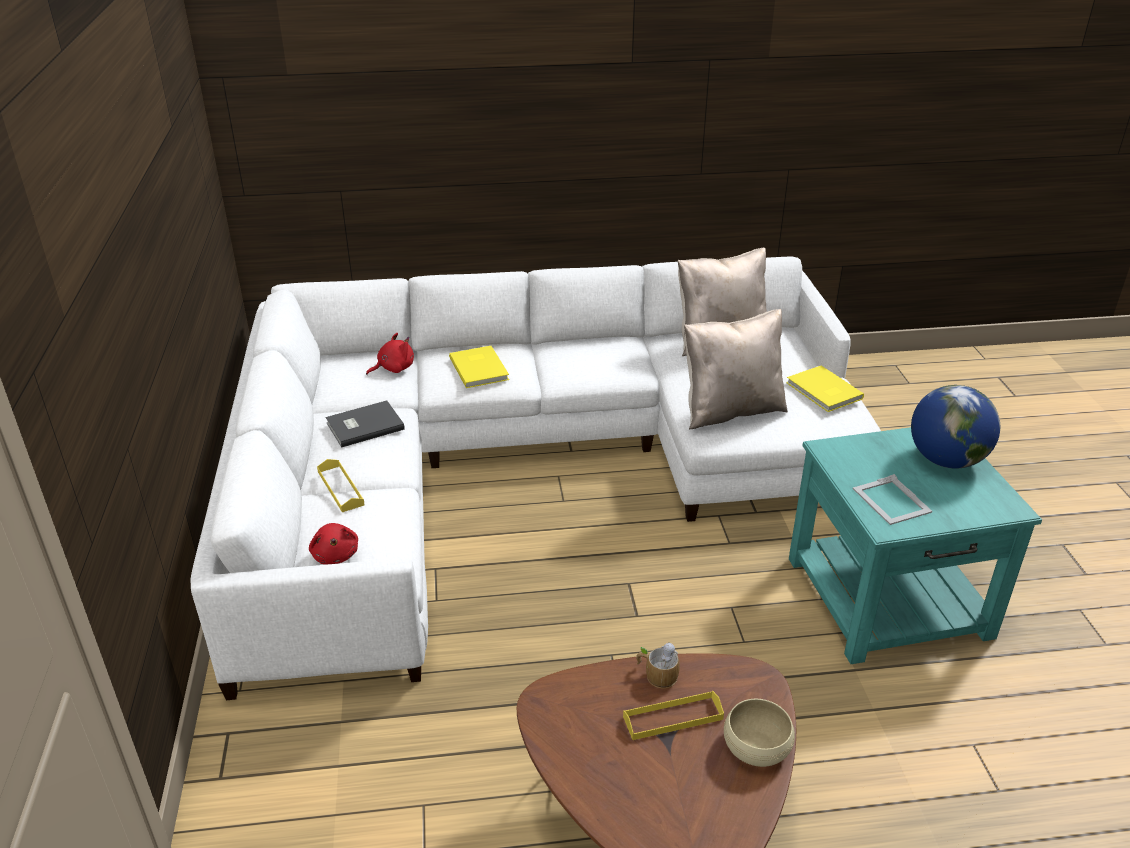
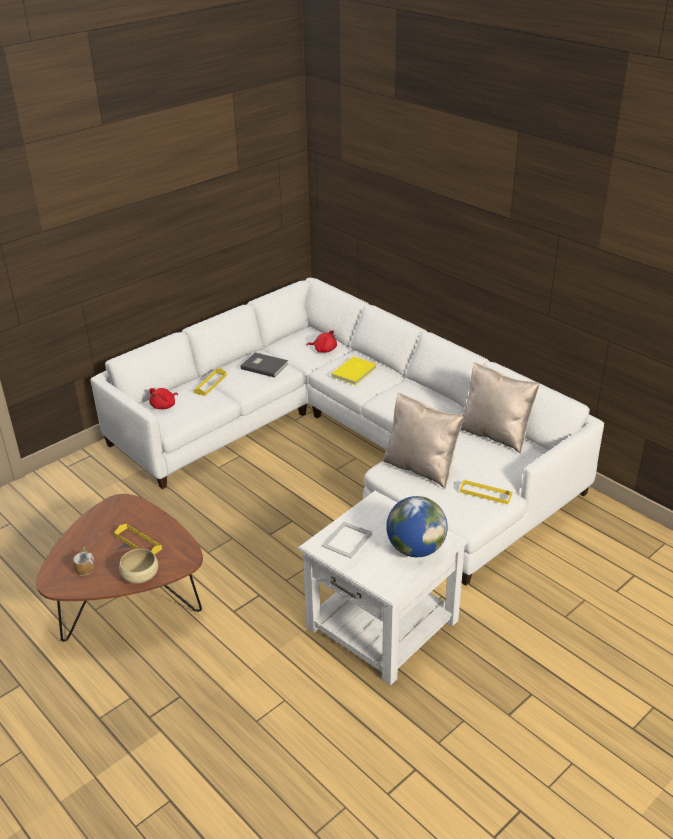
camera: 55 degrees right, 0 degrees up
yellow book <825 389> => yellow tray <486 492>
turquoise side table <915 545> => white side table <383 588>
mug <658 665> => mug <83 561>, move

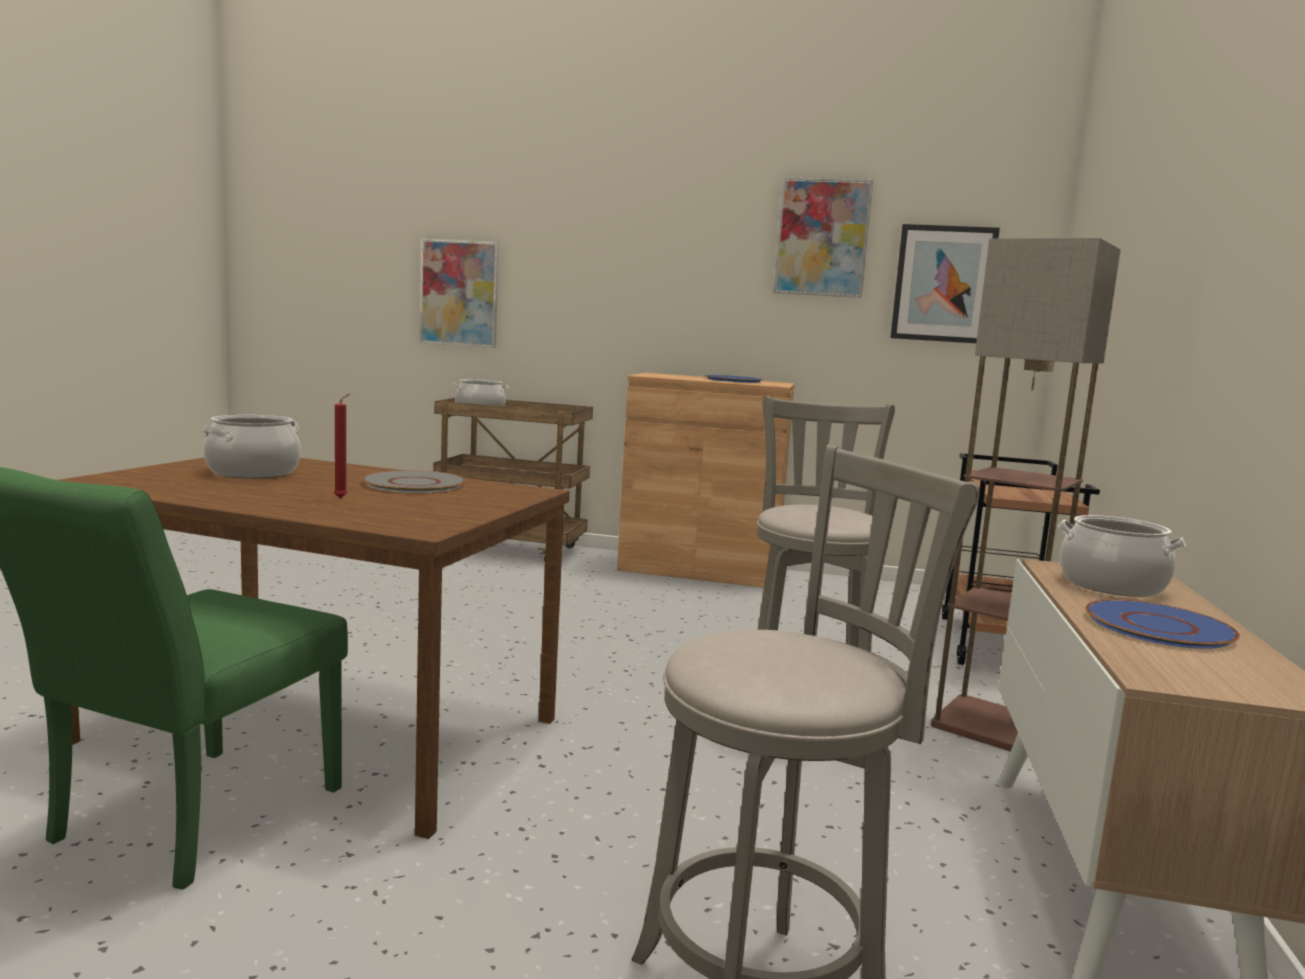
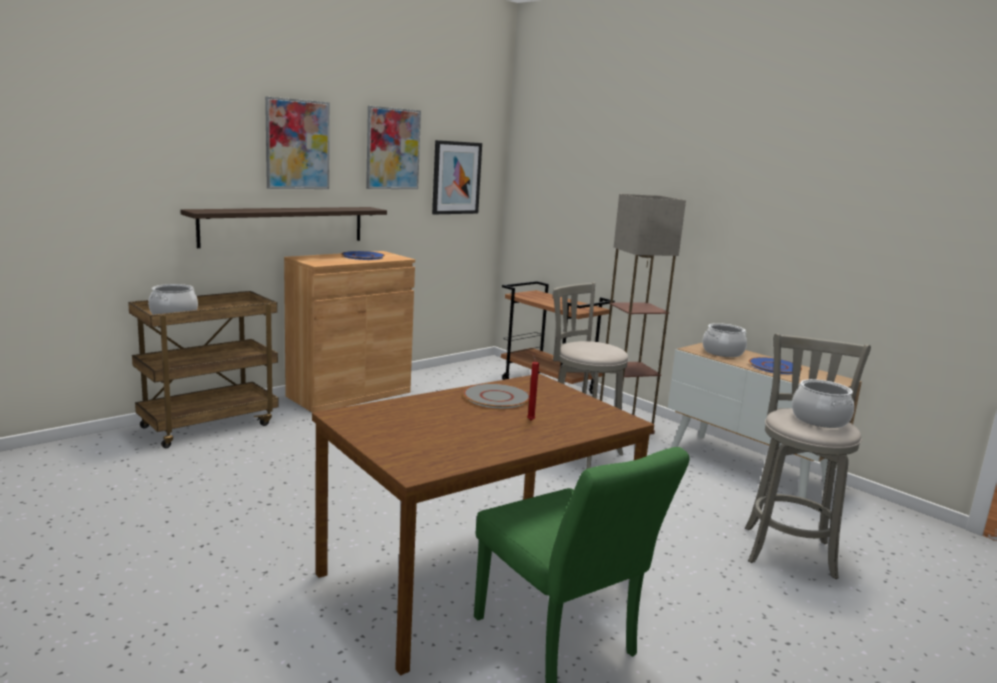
camera: 55 degrees left, 5 degrees up
picture <459 293> => picture <297 143>, move
cooking pot <252 446> => cooking pot <823 403>, move
nothing => shelf <283 227>

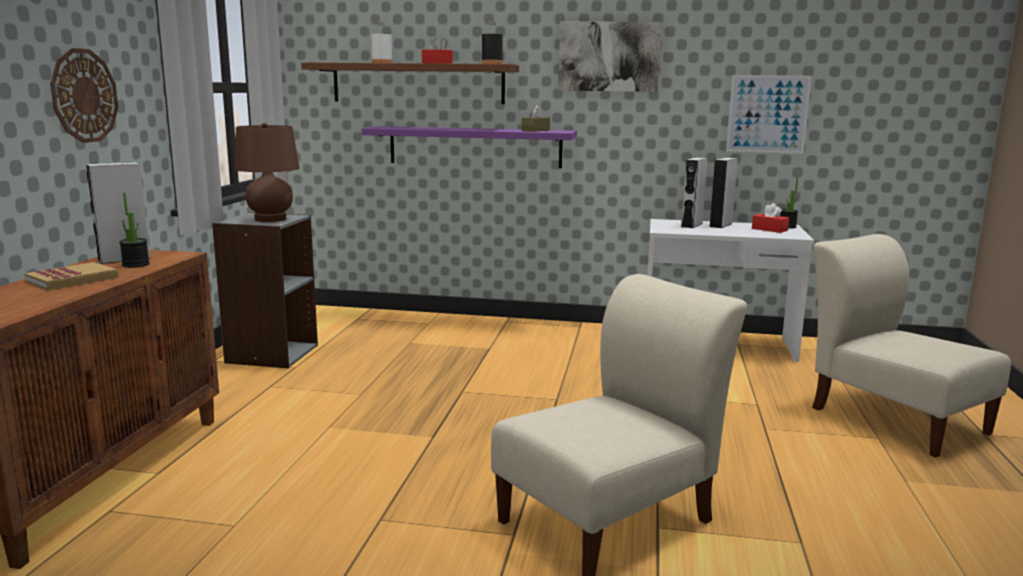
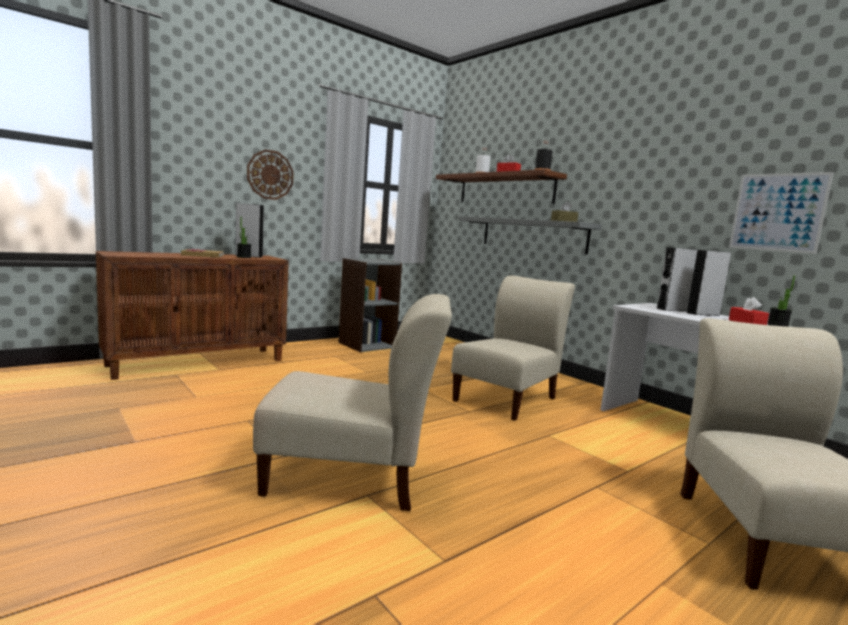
camera: 40 degrees right, 5 degrees down
picture <610 57> => nothing
brown table lamp <266 172> => nothing
purple shelf <469 147> => grey shelf <530 235>
nothing => beige chair <513 348>

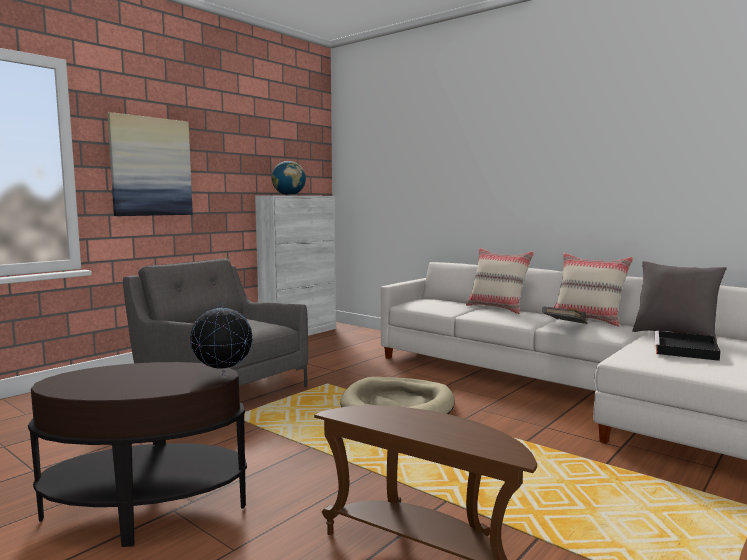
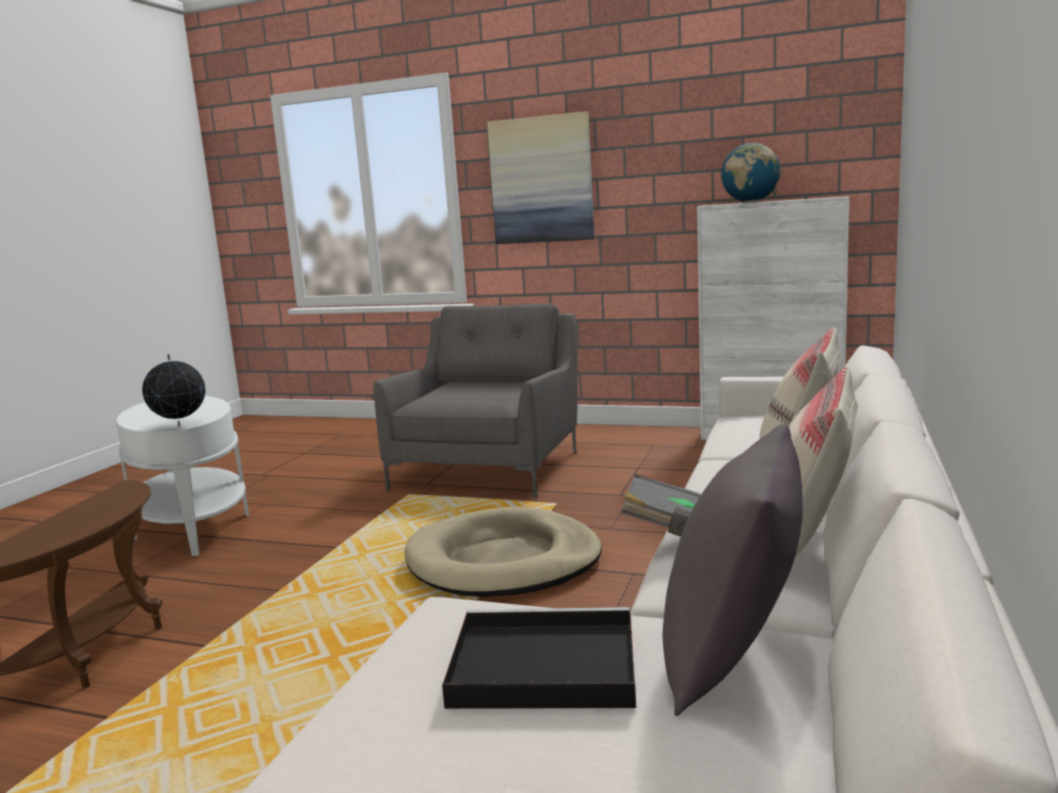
camera: 70 degrees right, 5 degrees up
brown side table <137 454> => white side table <182 476>

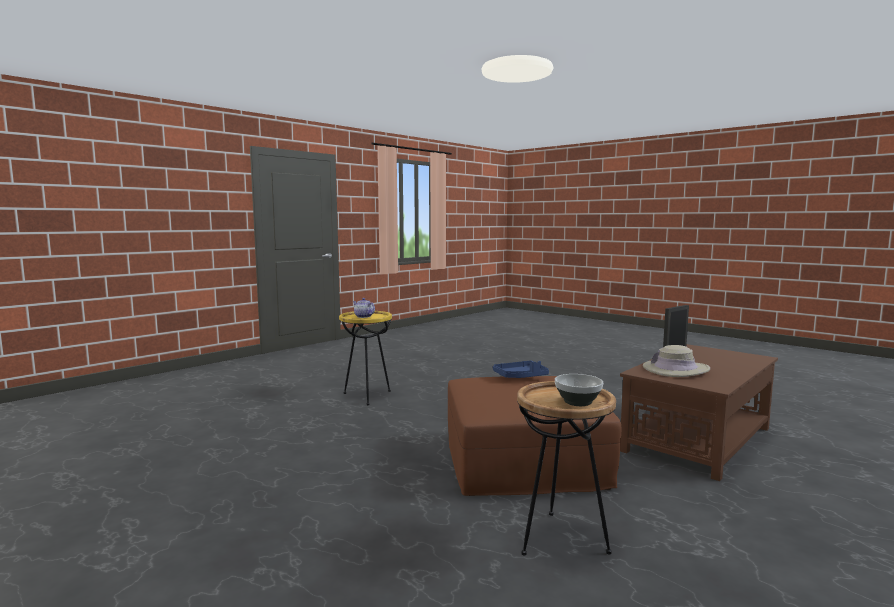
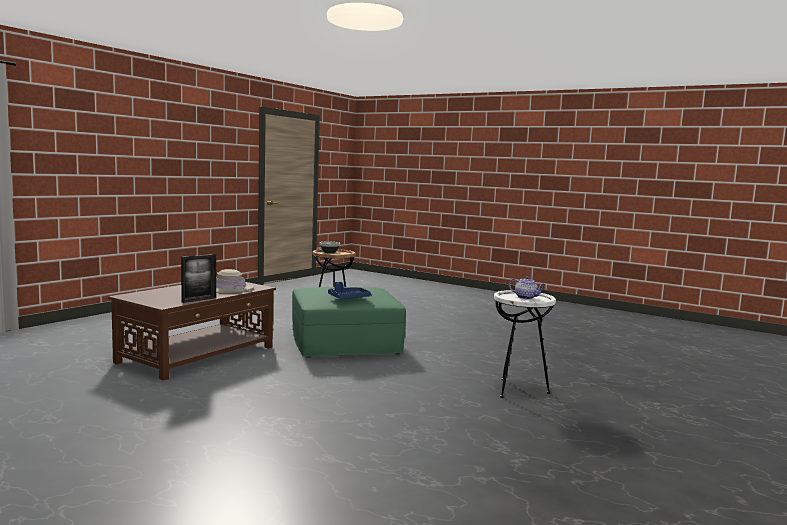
camera: 170 degrees right, 0 degrees up
yellow side table <365 358> => white side table <525 344>
brown ottoman <534 436> => green ottoman <349 322>

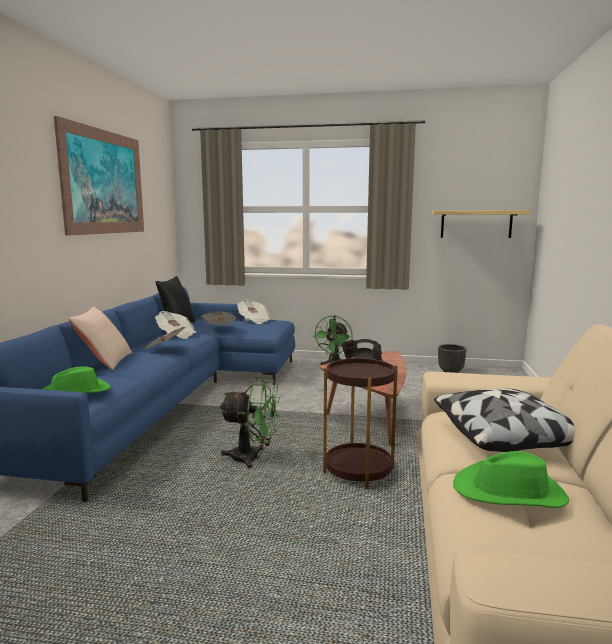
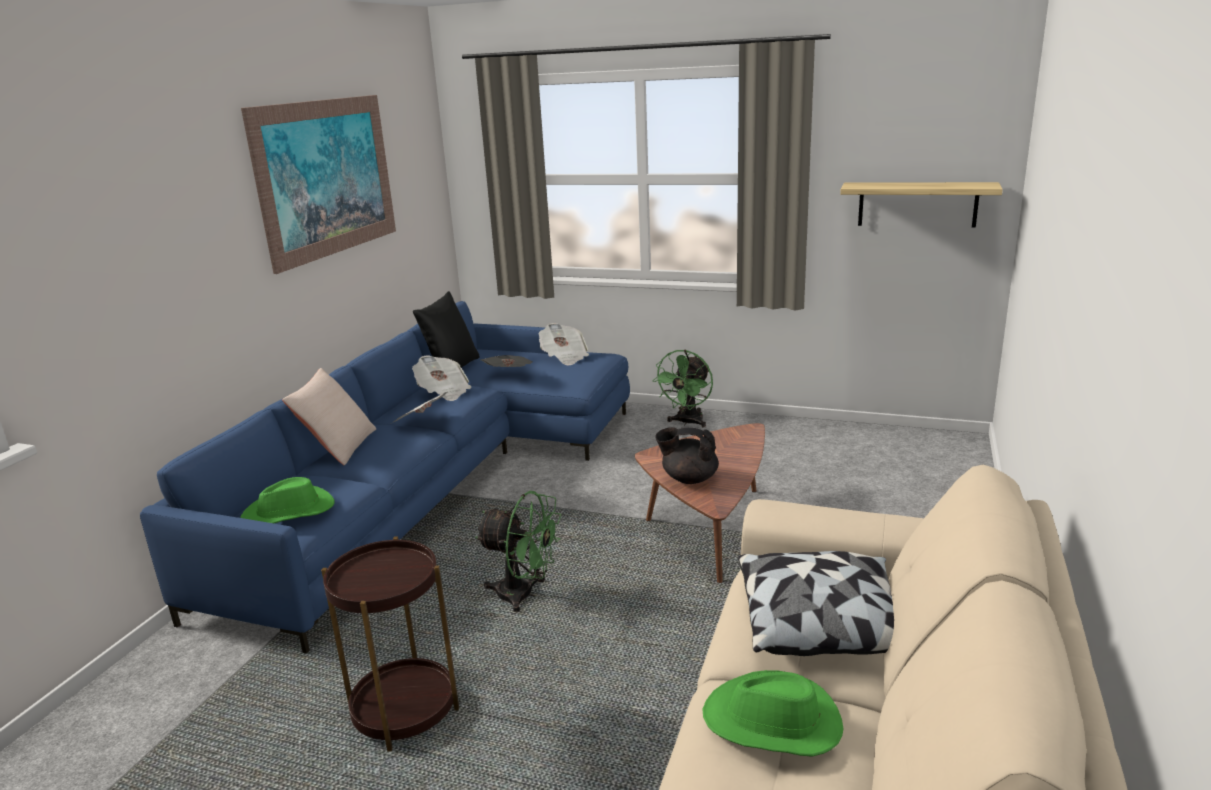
camera: 10 degrees right, 10 degrees up
black planter <452 358> => nothing
brown side table <360 423> => brown side table <390 644>, move

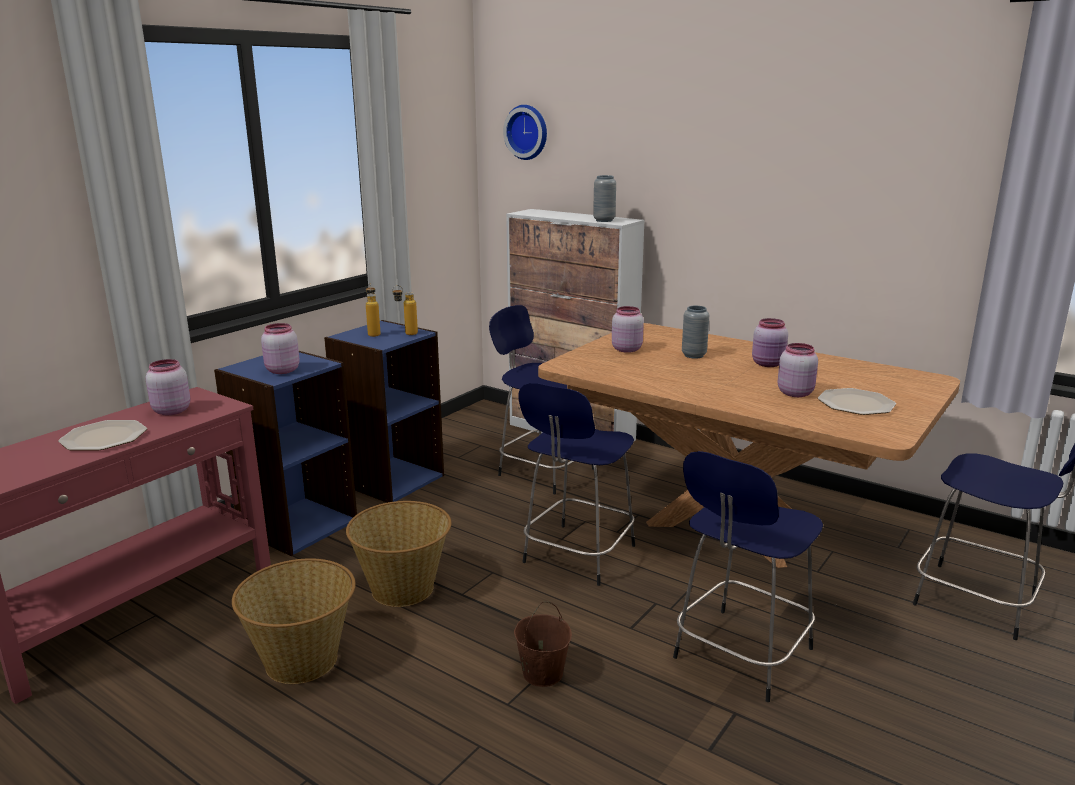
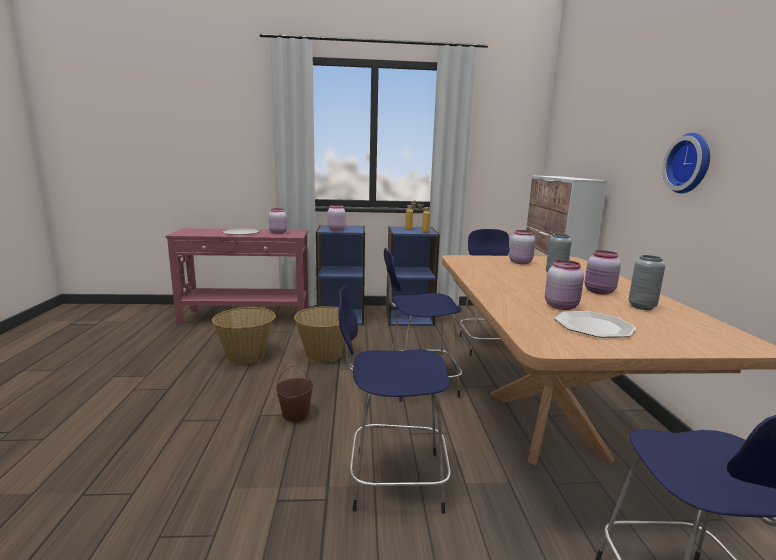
camera: 50 degrees right, 5 degrees down
wall clock <525 132> => wall clock <686 163>, move
grey vase <604 198> => grey vase <646 282>, move

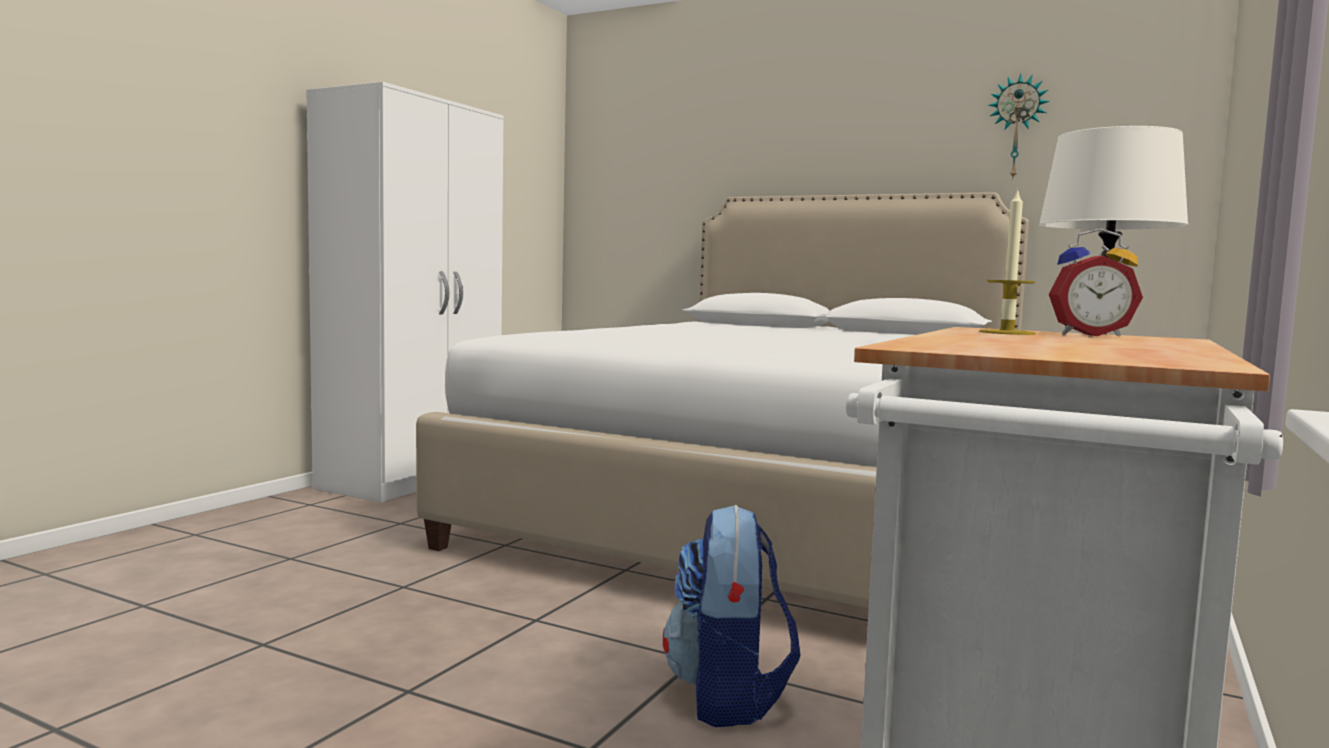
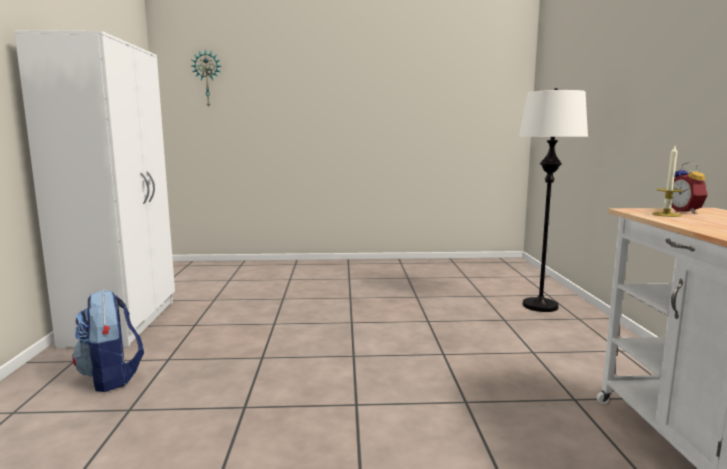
camera: 30 degrees left, 5 degrees up
wall clock <1019 126> => wall clock <206 78>, move
white bed <722 400> => nothing
alarm clock <1096 282> => alarm clock <689 187>, 105 degrees clockwise
backpack <732 616> => backpack <108 340>, move

